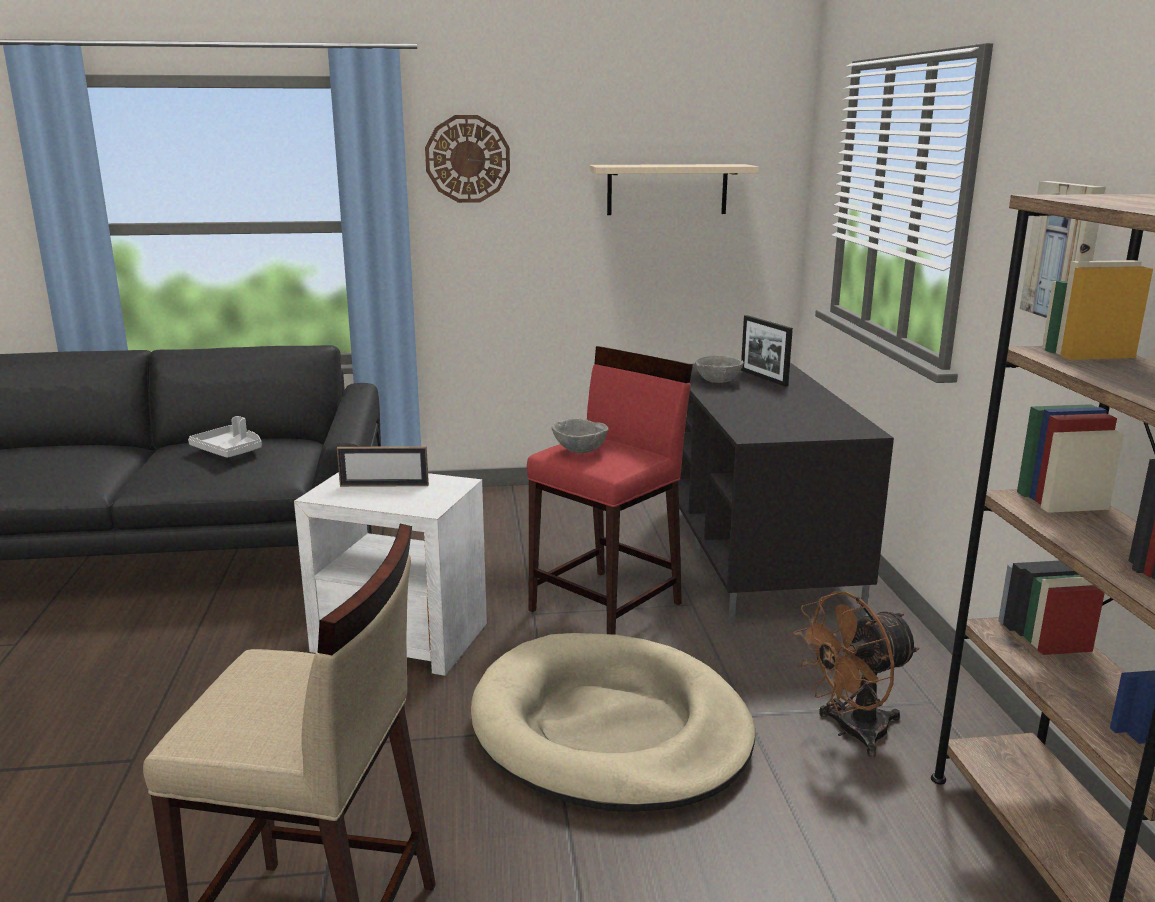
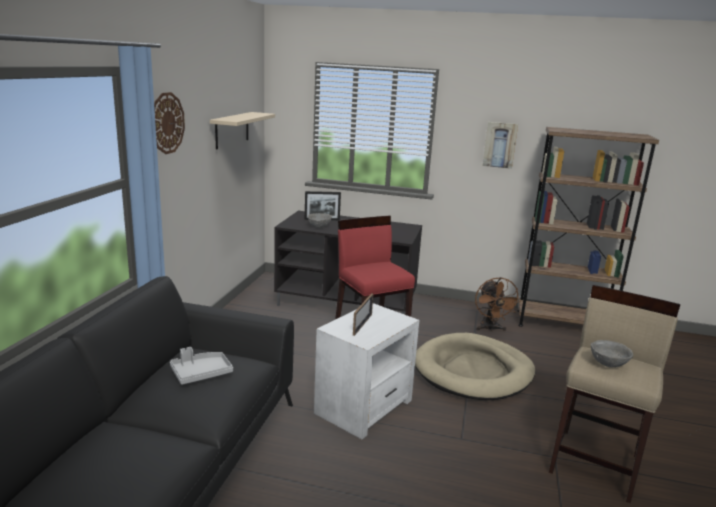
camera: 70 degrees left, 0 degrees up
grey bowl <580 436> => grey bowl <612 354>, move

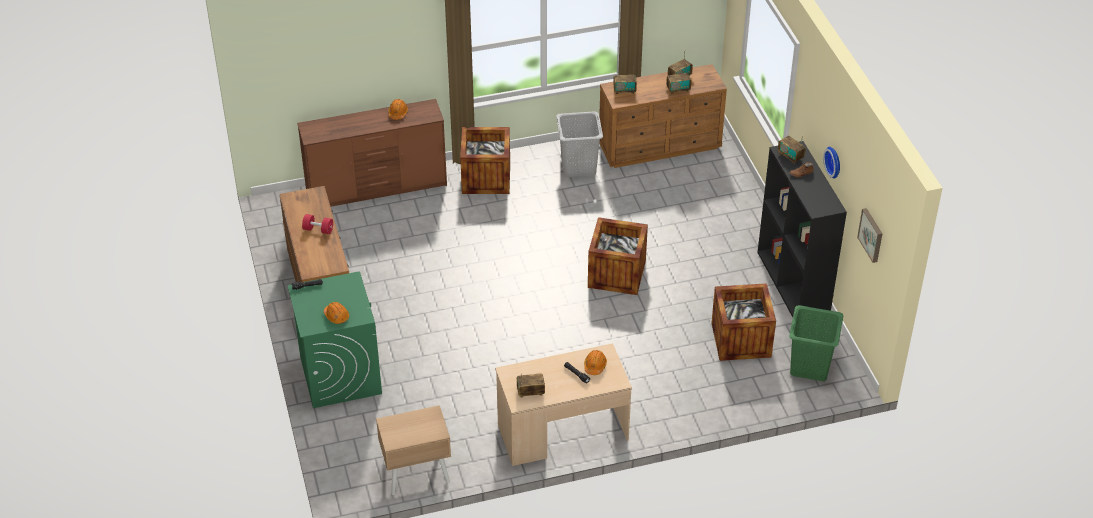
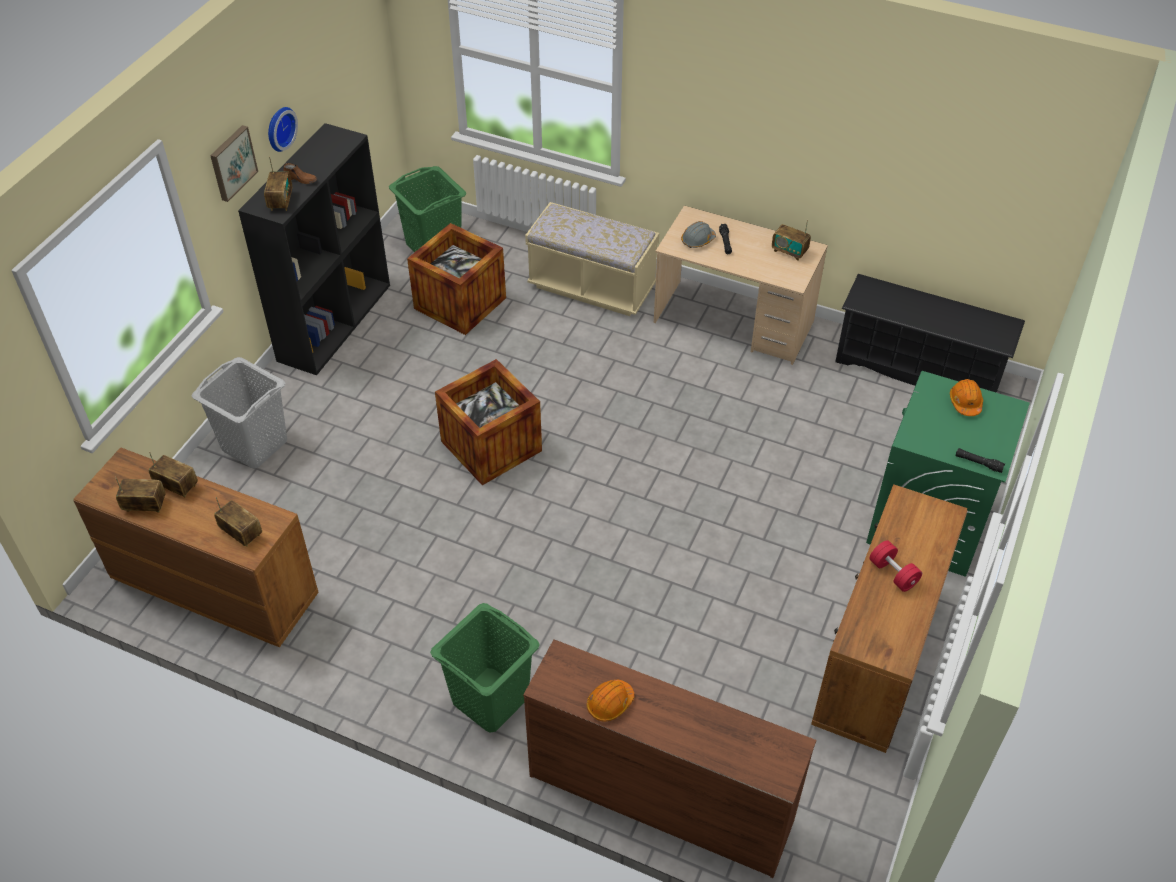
camera: 140 degrees left, 5 degrees up
grey laundry basket <579 144> => grey laundry basket <239 412>, move
crate <485 160> => green laundry basket <485 668>
picture <869 235> => picture <234 163>, move
orange hard hat <595 362> => grey hard hat <698 234>
beige nightstand <413 450> => black shoe rack <930 333>
nothing => beige bench <592 259>

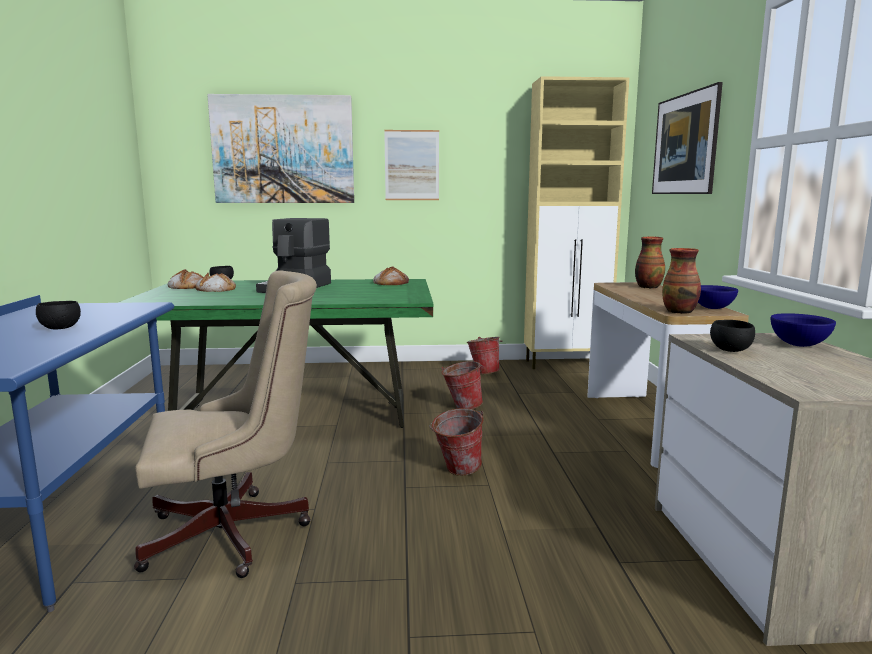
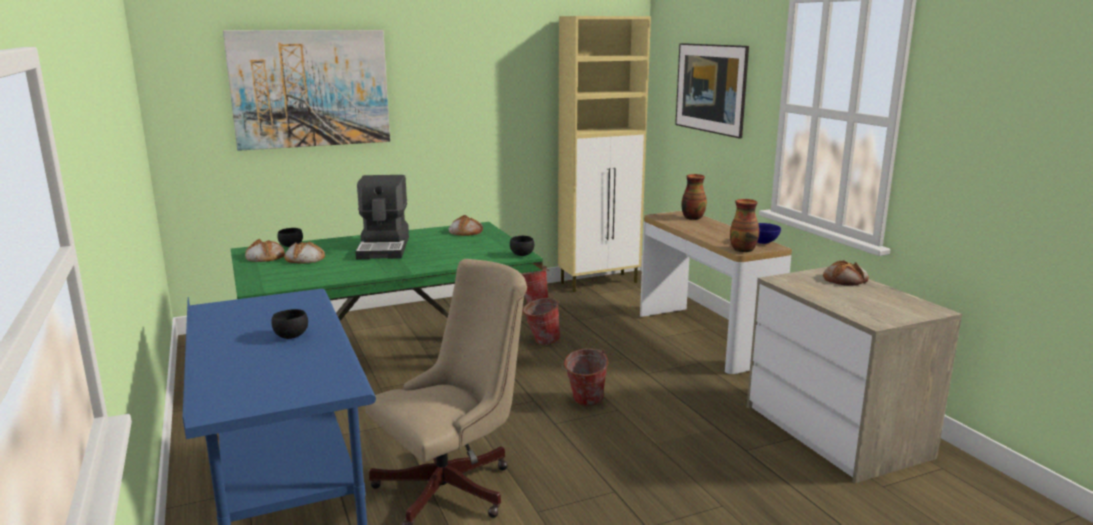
camera: 20 degrees left, 5 degrees up
picture <411 165> => nothing
blue bowl <803 330> => bread <846 273>
black bowl <732 336> => black bowl <522 246>, move

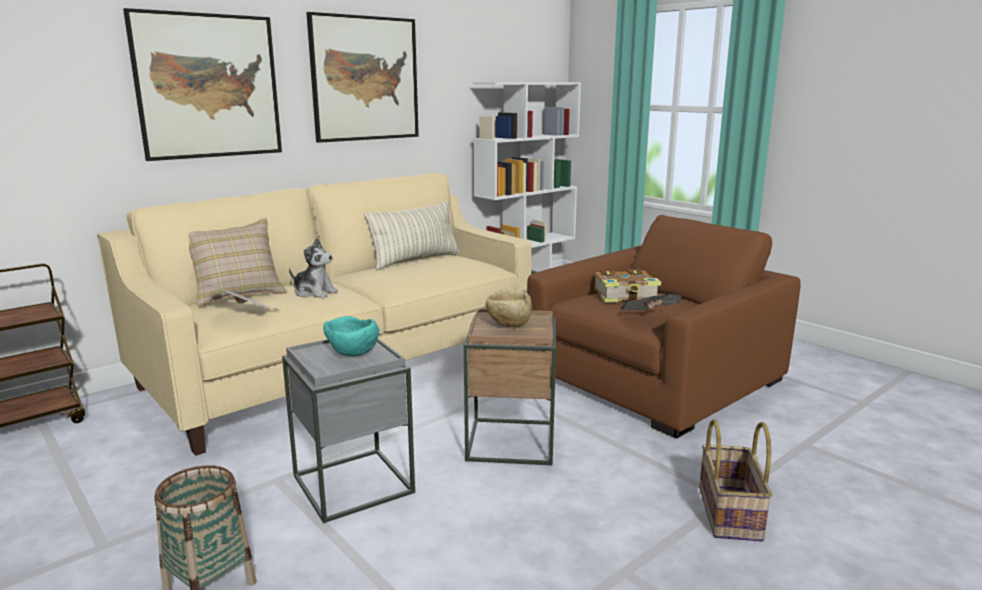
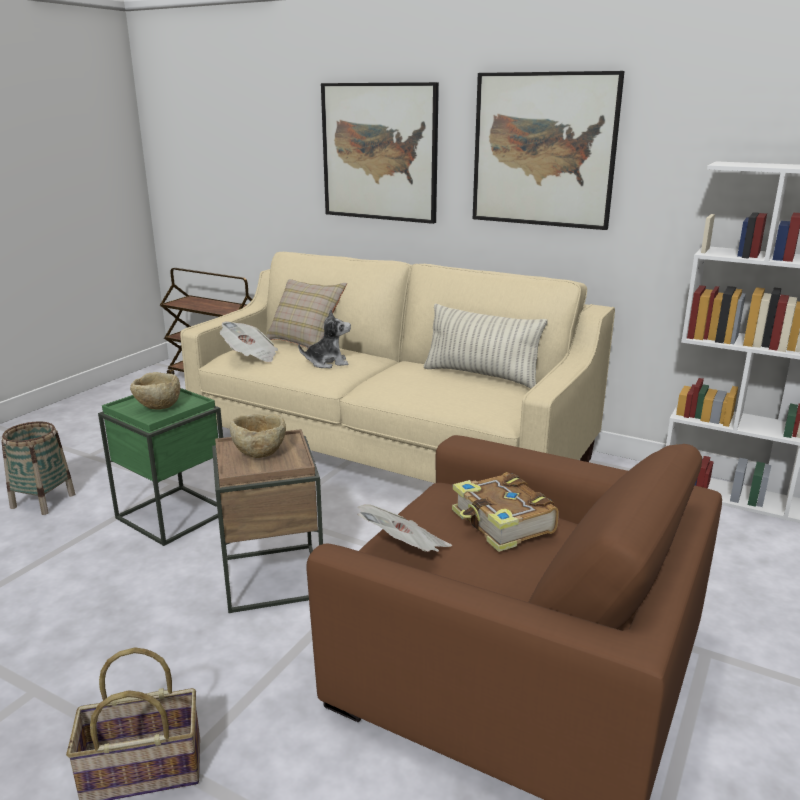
camera: 70 degrees right, 5 degrees up
plush toy <313 268> => plush toy <324 338>, 105 degrees counterclockwise
turquoise bowl <351 336> => beige bowl <155 391>
grey side table <348 430> => green side table <160 467>

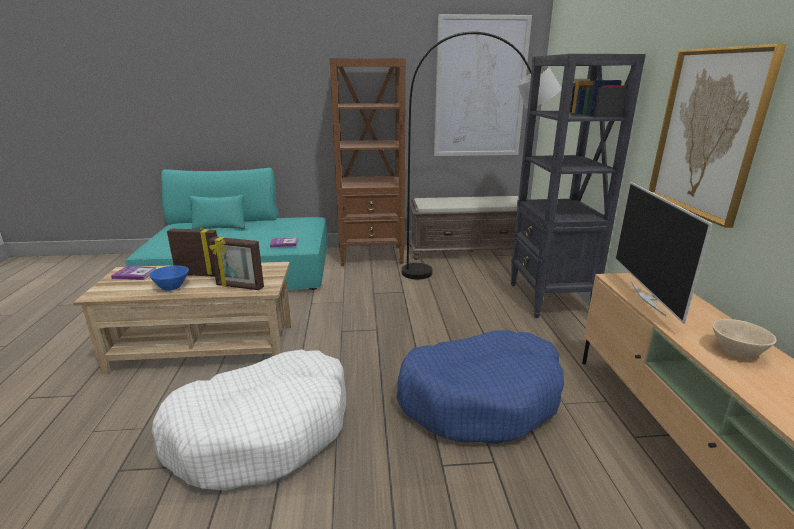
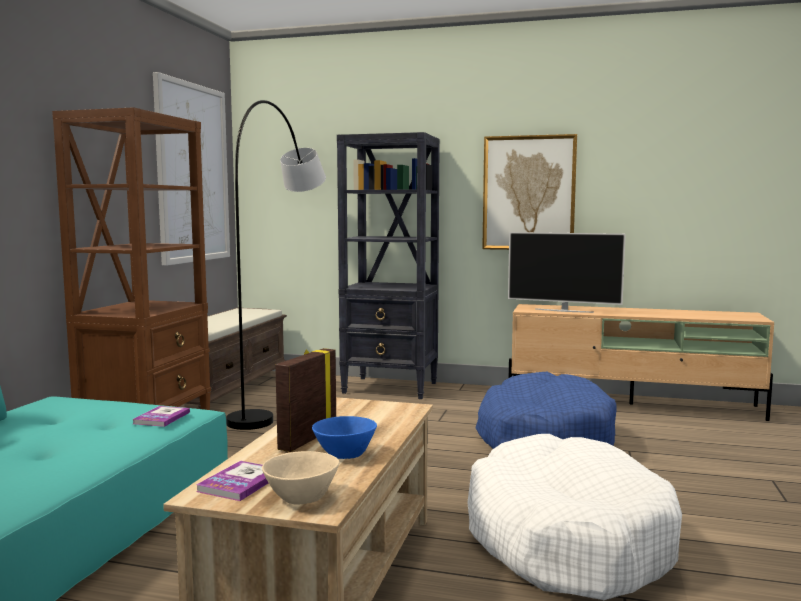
camera: 70 degrees left, 15 degrees down
picture frame <236 263> => nothing
beige bowl <744 339> => beige bowl <301 478>, move

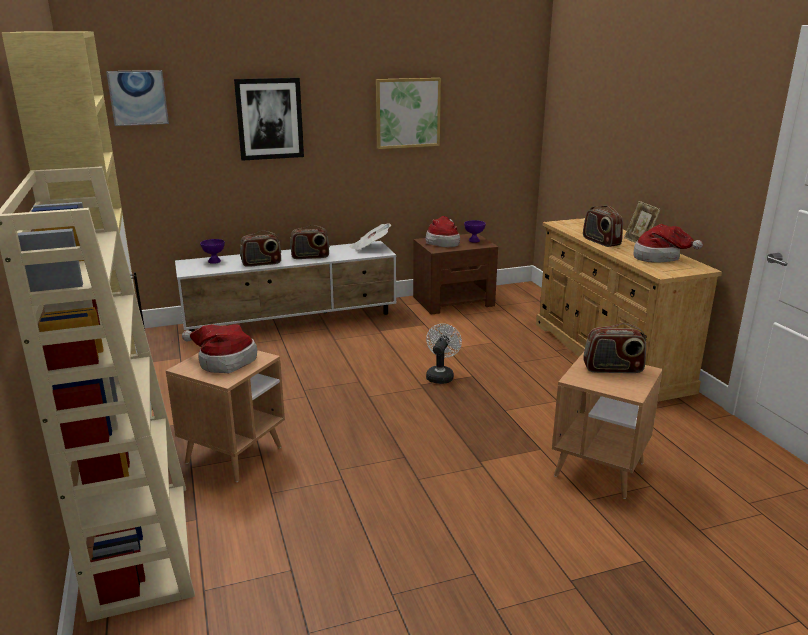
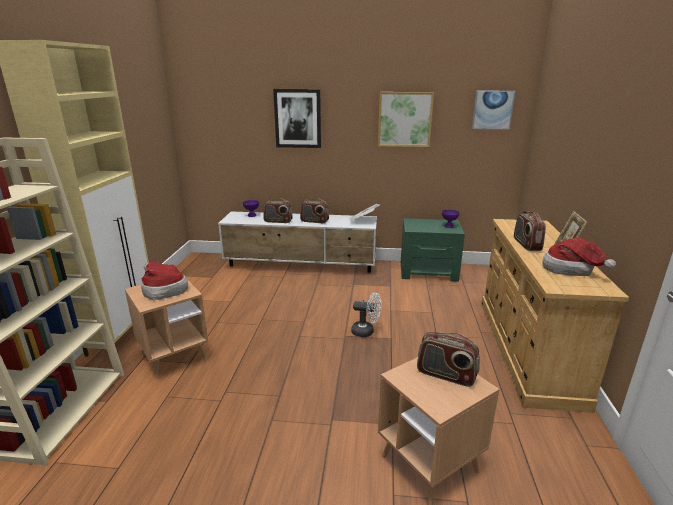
camera: 25 degrees right, 0 degrees up
picture <137 98> => picture <493 110>, move
hat <443 231> => nothing
brown nightstand <455 274> => green nightstand <433 250>
white fan <444 354> => white fan <366 315>, 60 degrees clockwise

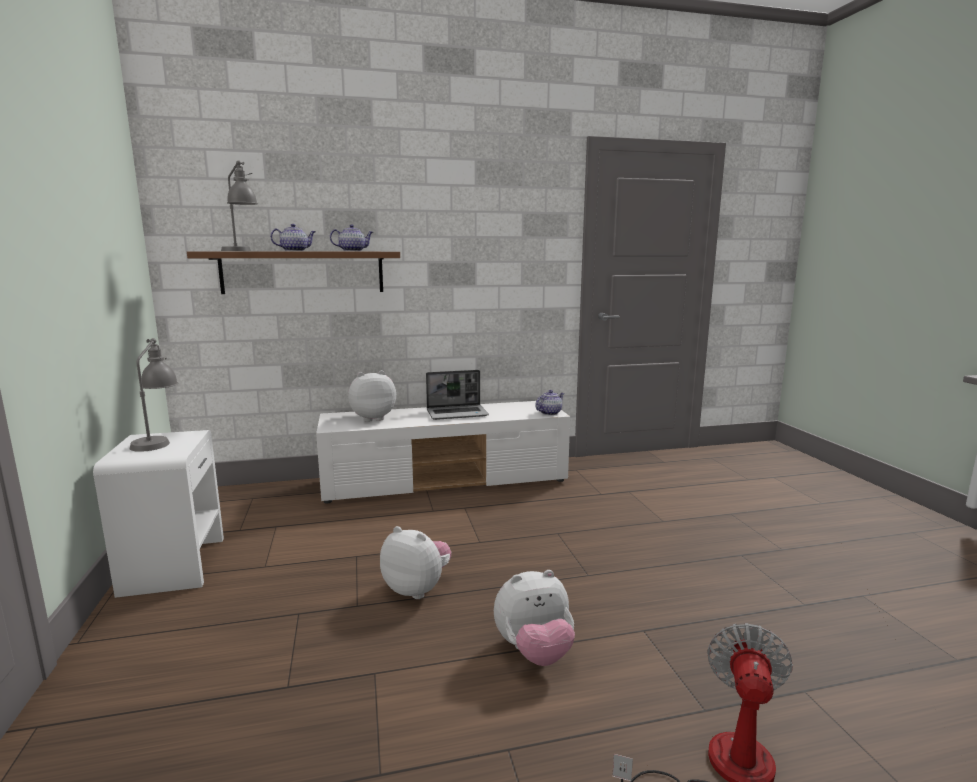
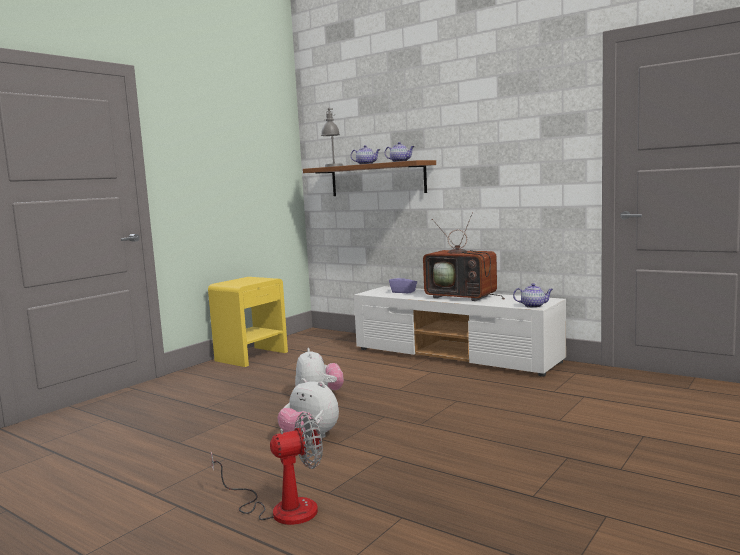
camera: 50 degrees right, 5 degrees down
grey table lamp <154 395> => nothing
plush toy <372 396> => purple tissue box <403 282>
laptop <457 395> => television <464 256>
white nightstand <158 514> => yellow nightstand <248 322>

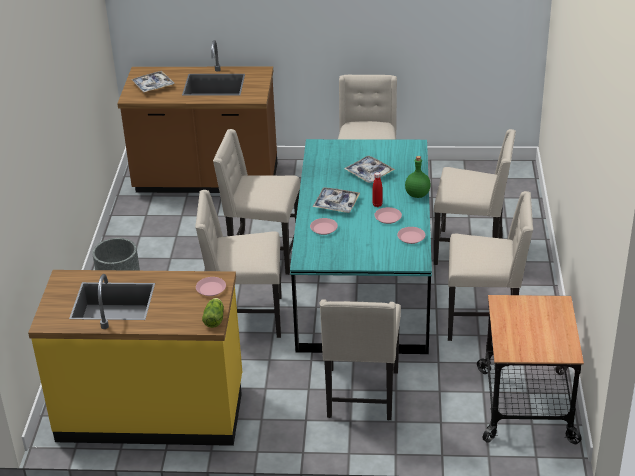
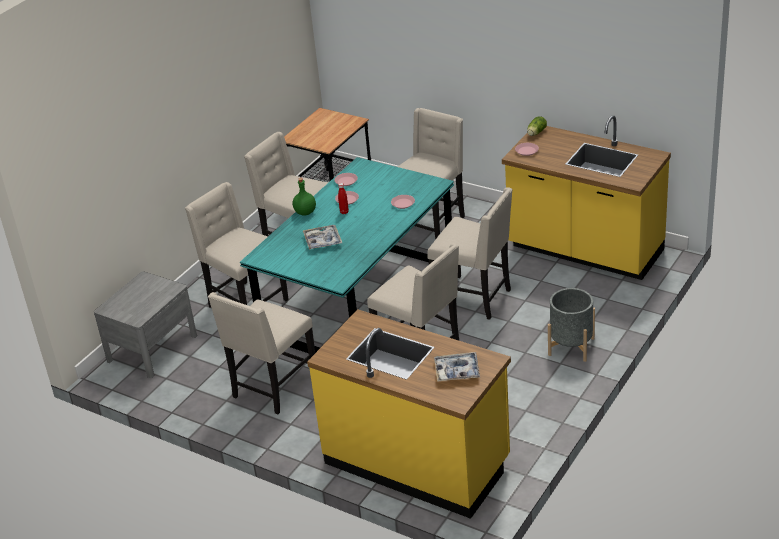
camera: 150 degrees left, 0 degrees up
brown counter <197 116> => yellow counter <409 414>
tray <336 200> => nothing
nothing => grey nightstand <145 324>

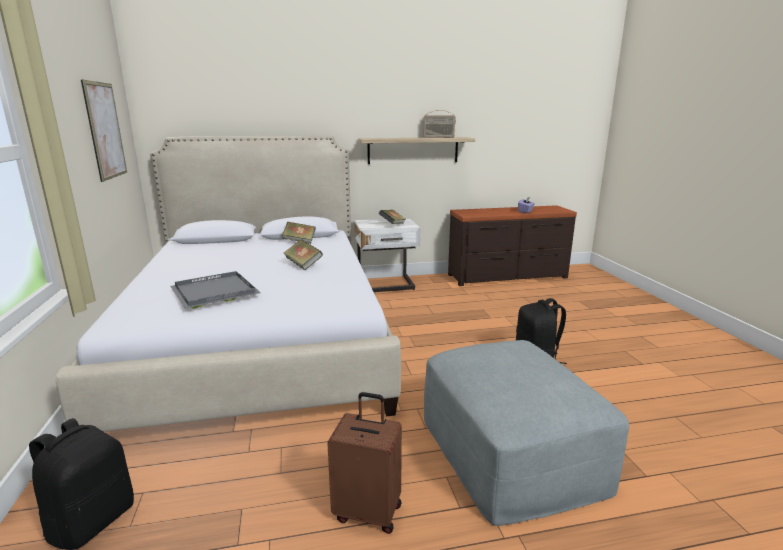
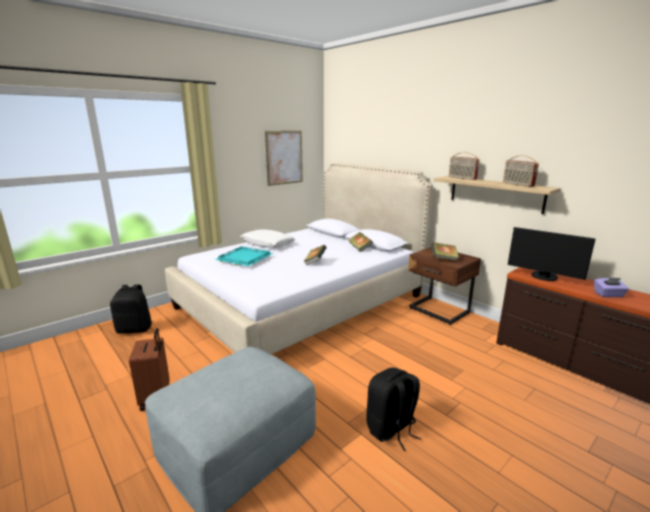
camera: 60 degrees right, 0 degrees up
white nightstand <387 255> => brown nightstand <444 286>
grey tray <215 290> => turquoise tray <244 256>
nothing => radio <464 166>
nothing => monitor <551 254>
nothing => white pillow <267 239>

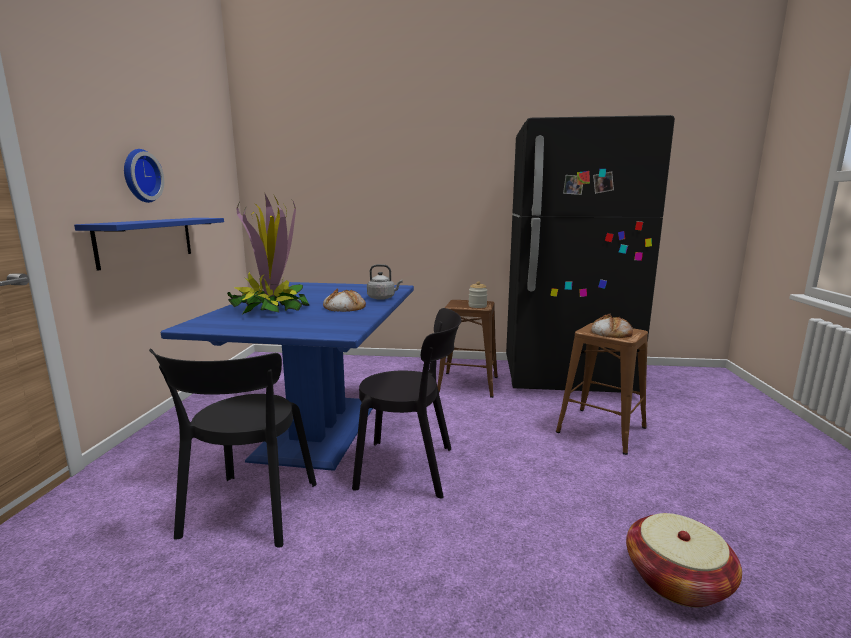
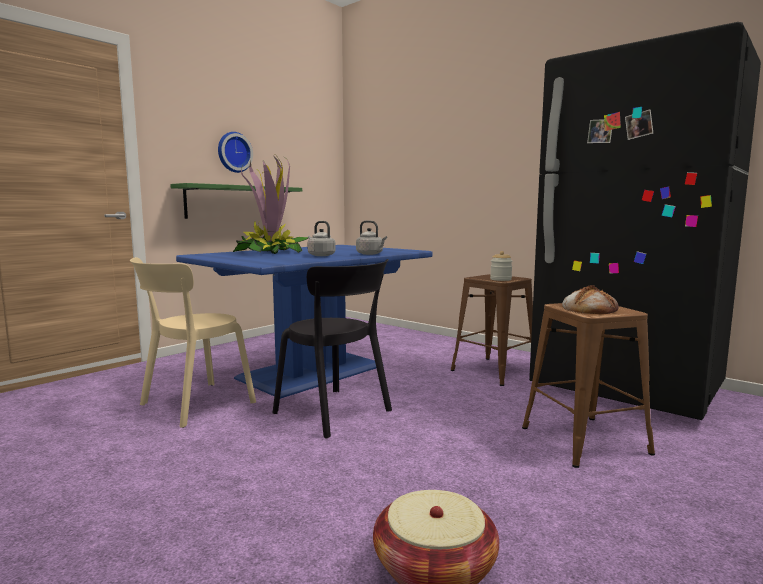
camera: 35 degrees right, 5 degrees down
blue shelf <149 244> => green shelf <236 201>
bread <344 300> => grey kettle <321 238>
black chair <233 448> => beige chair <193 342>

